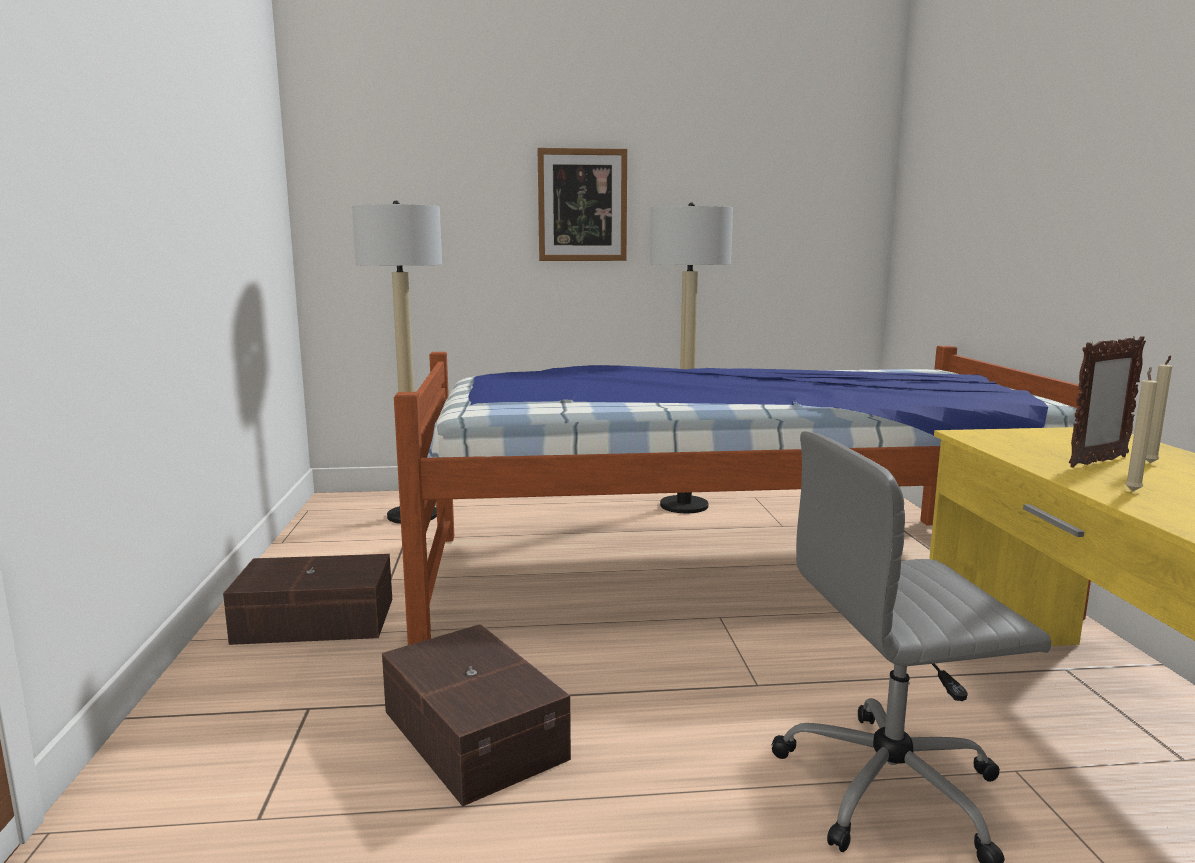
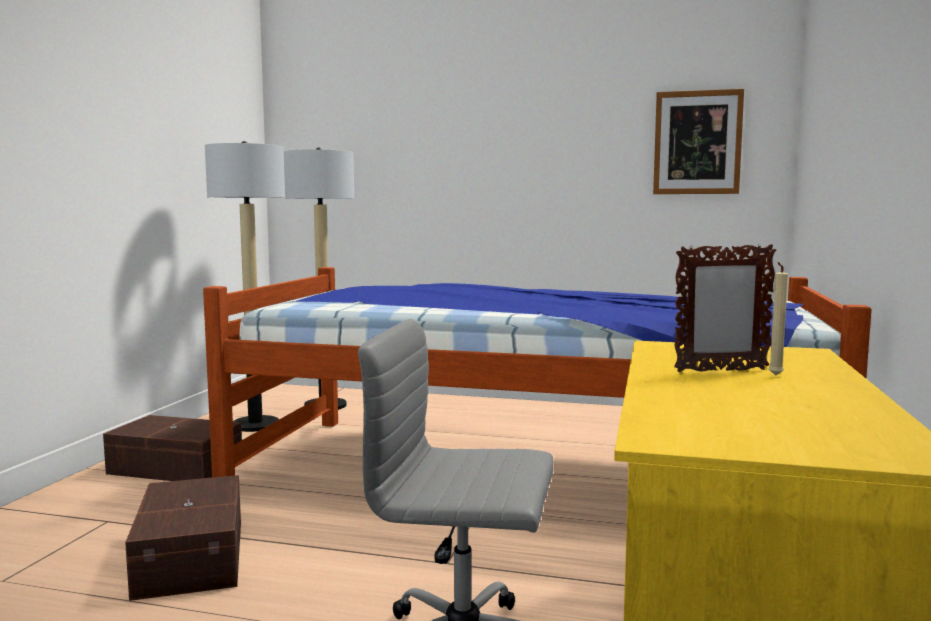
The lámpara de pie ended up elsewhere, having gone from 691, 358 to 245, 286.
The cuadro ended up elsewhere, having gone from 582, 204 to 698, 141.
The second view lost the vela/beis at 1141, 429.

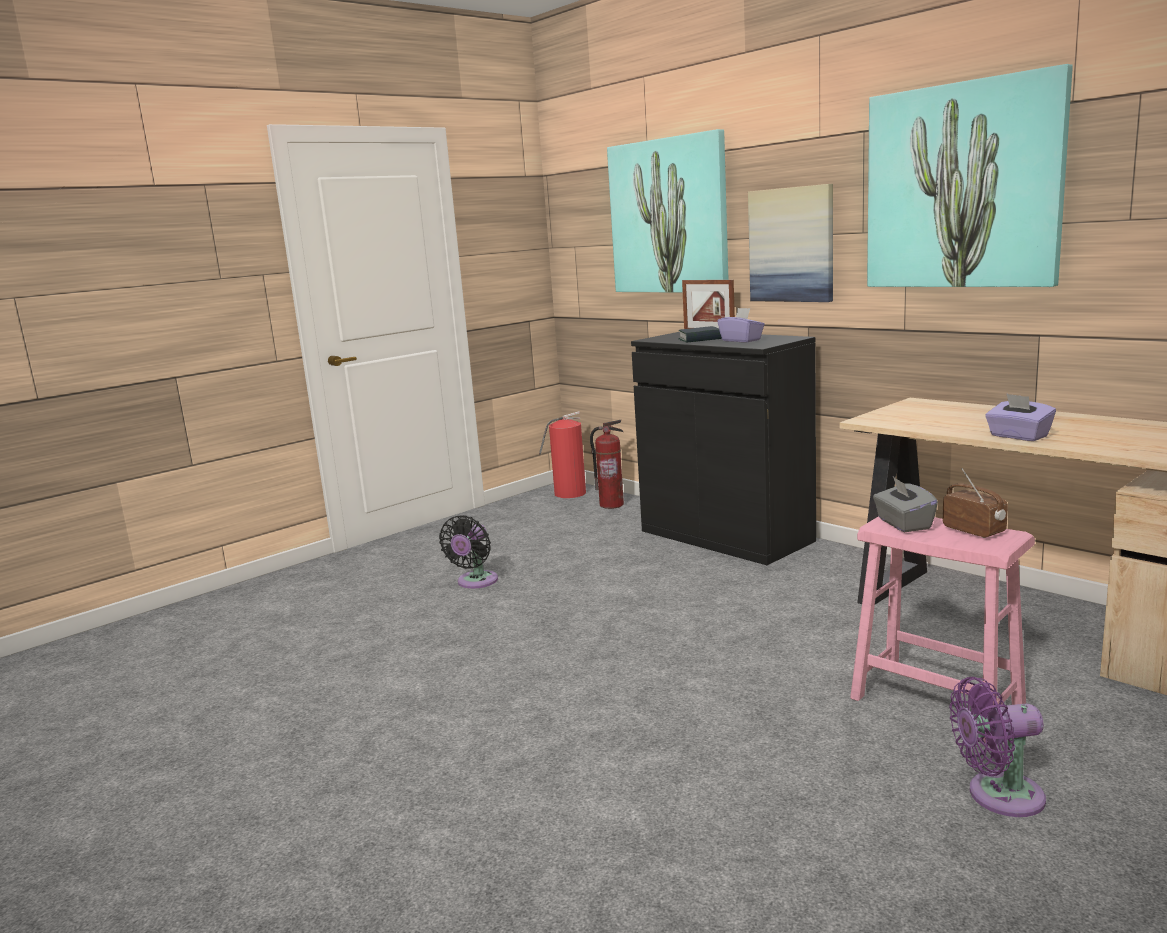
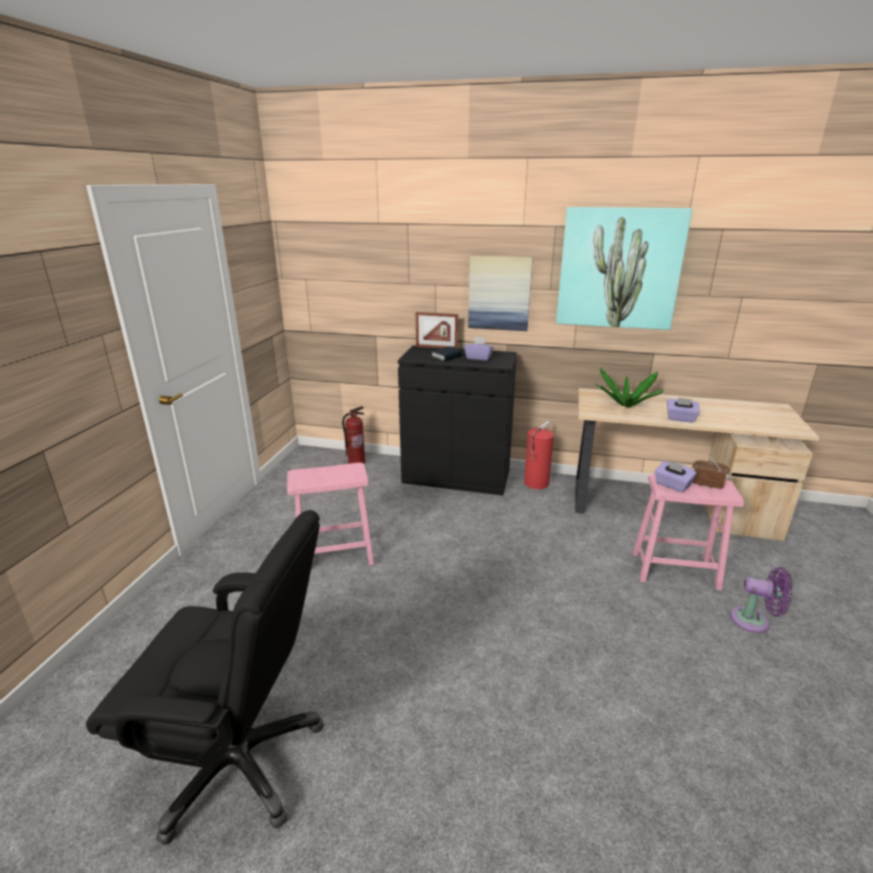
The second view gained the silla de oficina/negro at 205, 677.
Where the ventilador/negro stood at 468, 552, the taburete/rosa came to stand at 330, 514.
The extintor ended up elsewhere, having gone from 562, 454 to 539, 455.
The second view gained the planta en maceta at 630, 387.
What was the caja de pañuelos/gris at 905, 504 turned into the caja de pañuelos/morado at 675, 477.
The ventilador/morado at 997, 747 ended up facing another way, 120 degrees counterclockwise from before.
The second view lost the cuadro at 668, 211.

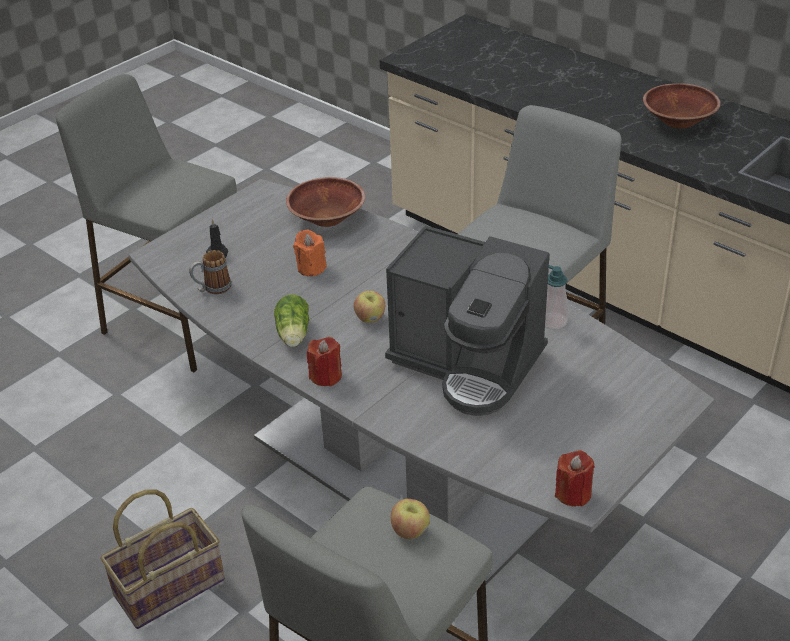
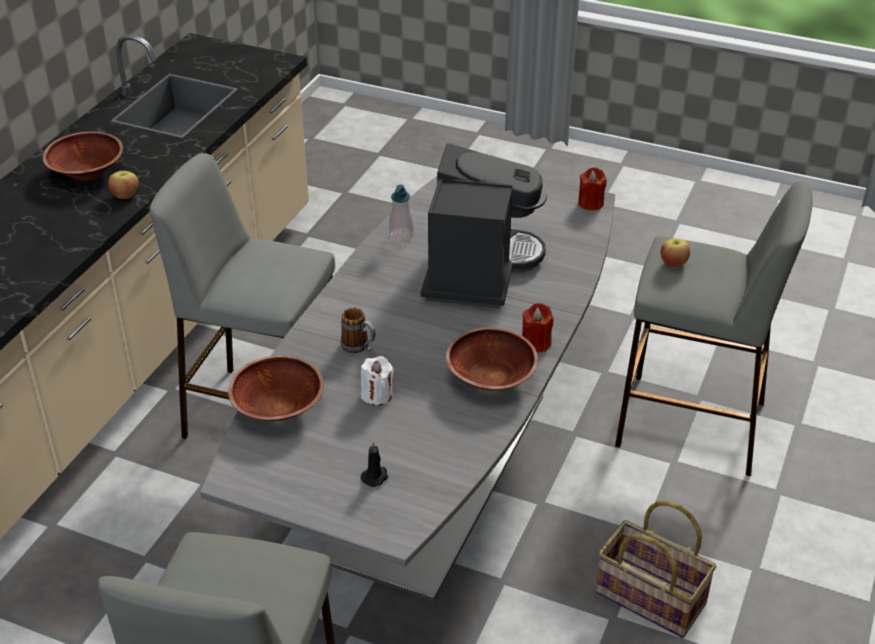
The manzana ended up elsewhere, having gone from 369, 307 to 123, 185.
The taza grande ended up elsewhere, having gone from 210, 272 to 358, 330.
What was the vela/naranja at 310, 253 turned into the vela/blanco at 377, 380.
Where the lechuga stood at 291, 320, the cuenco/marrón came to stand at 492, 358.

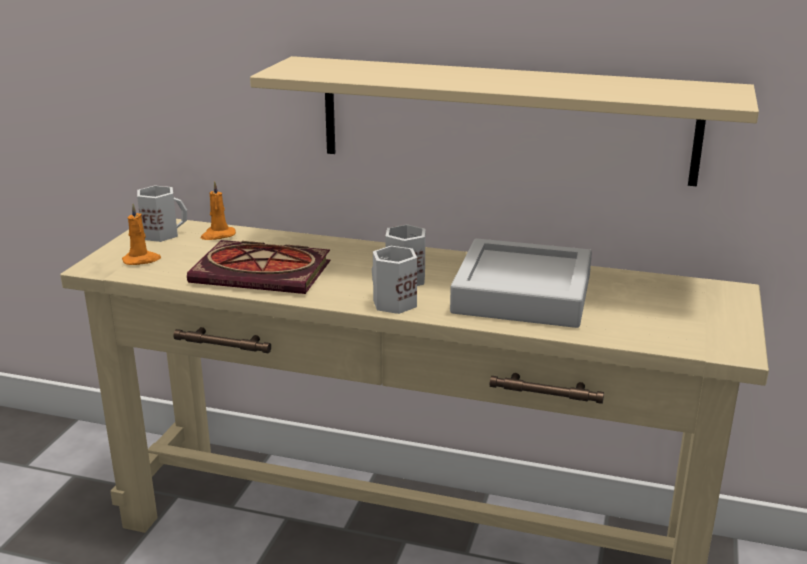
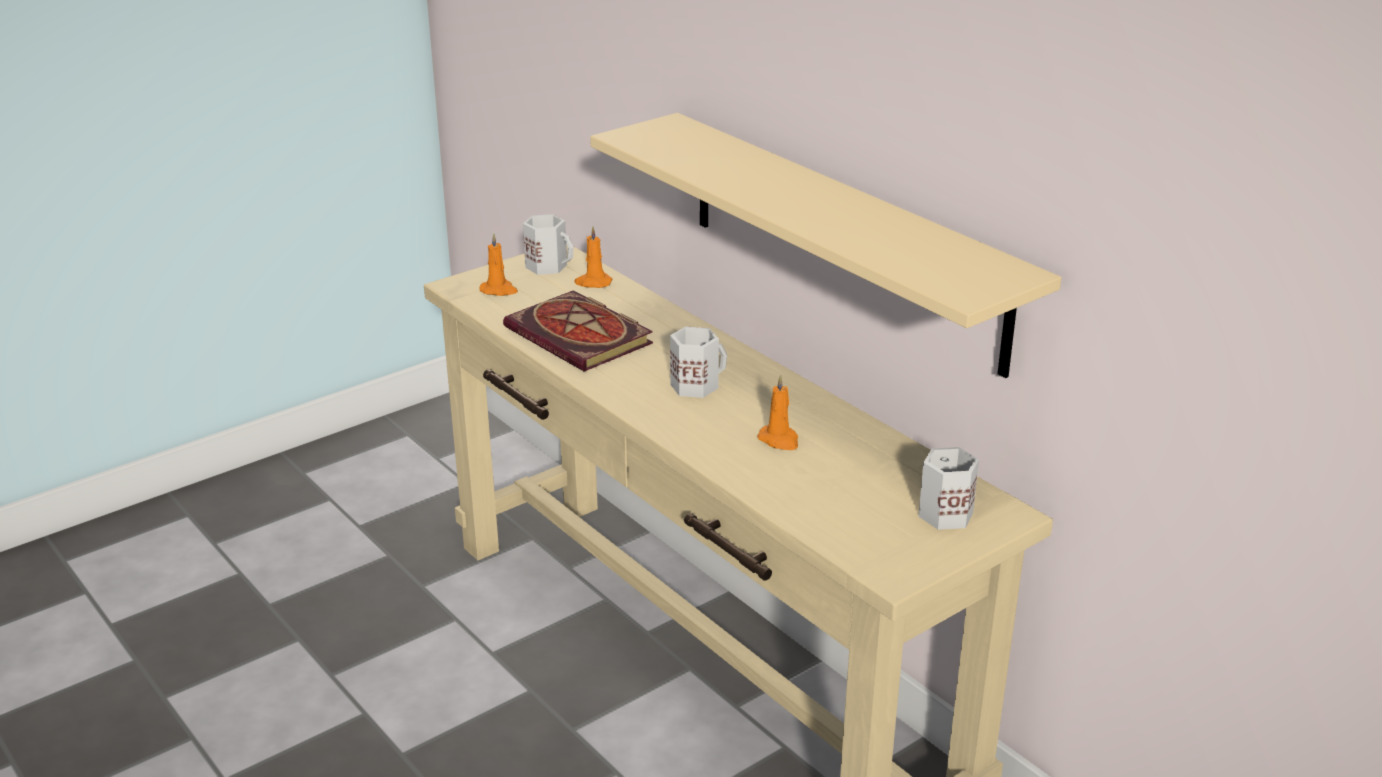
Where the bandeja/gris stood at 521, 283, the vela/naranja came to stand at 777, 412.
The taza grande/blanco ended up elsewhere, having gone from 394, 280 to 948, 488.

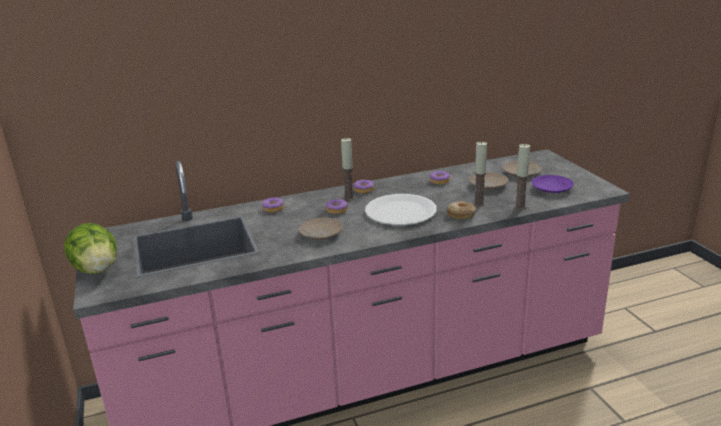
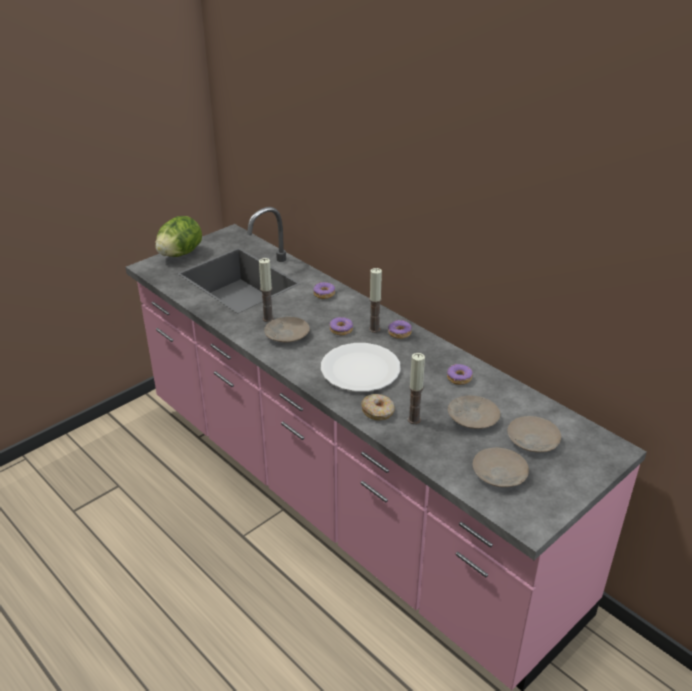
The vela ended up elsewhere, having gone from 522, 177 to 266, 290.
What was the plato/morado at 552, 184 turned into the plato/beis at 501, 467.

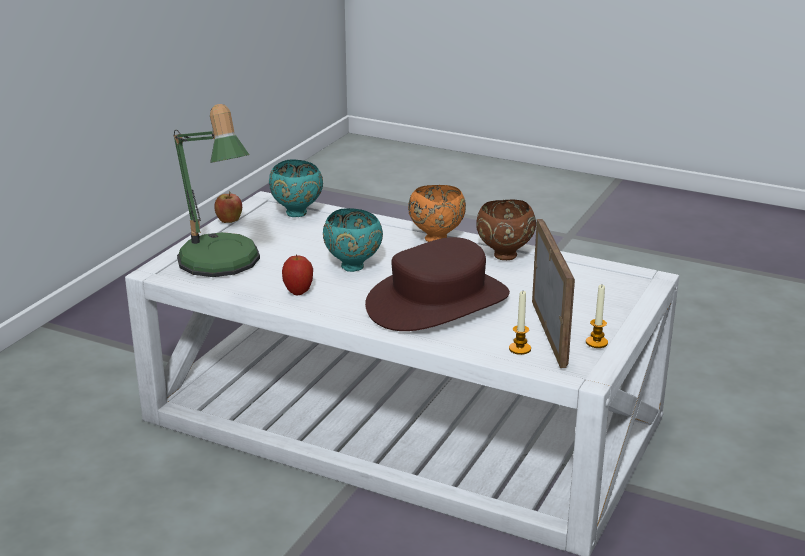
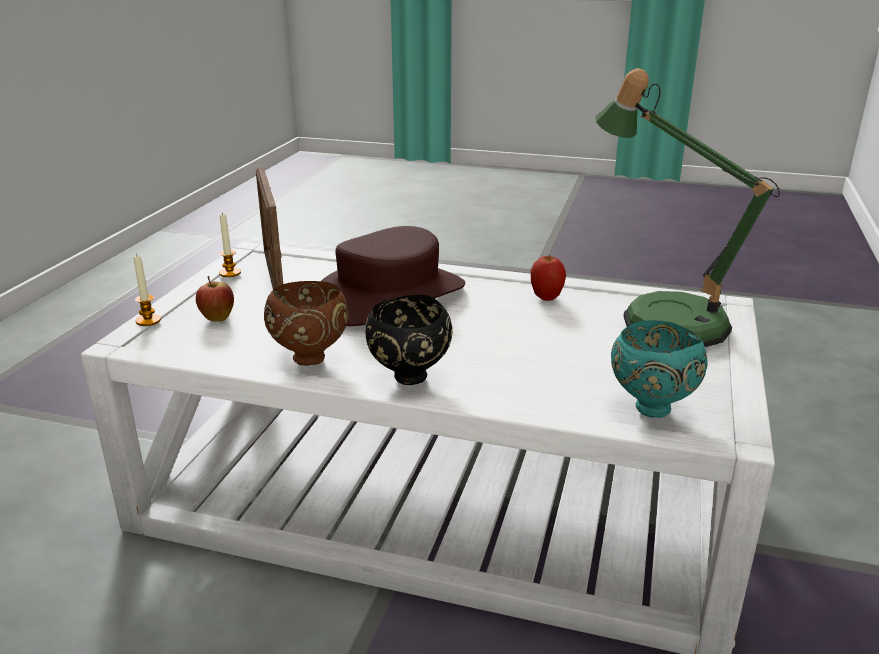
The vela ended up elsewhere, having gone from 520, 323 to 147, 290.
The manzana ended up elsewhere, having gone from 228, 207 to 215, 299.
What was the cuenco/naranja at 437, 213 turned into the cuenco/negro at 408, 340.
The second view lost the cuenco/turquesa at 353, 240.

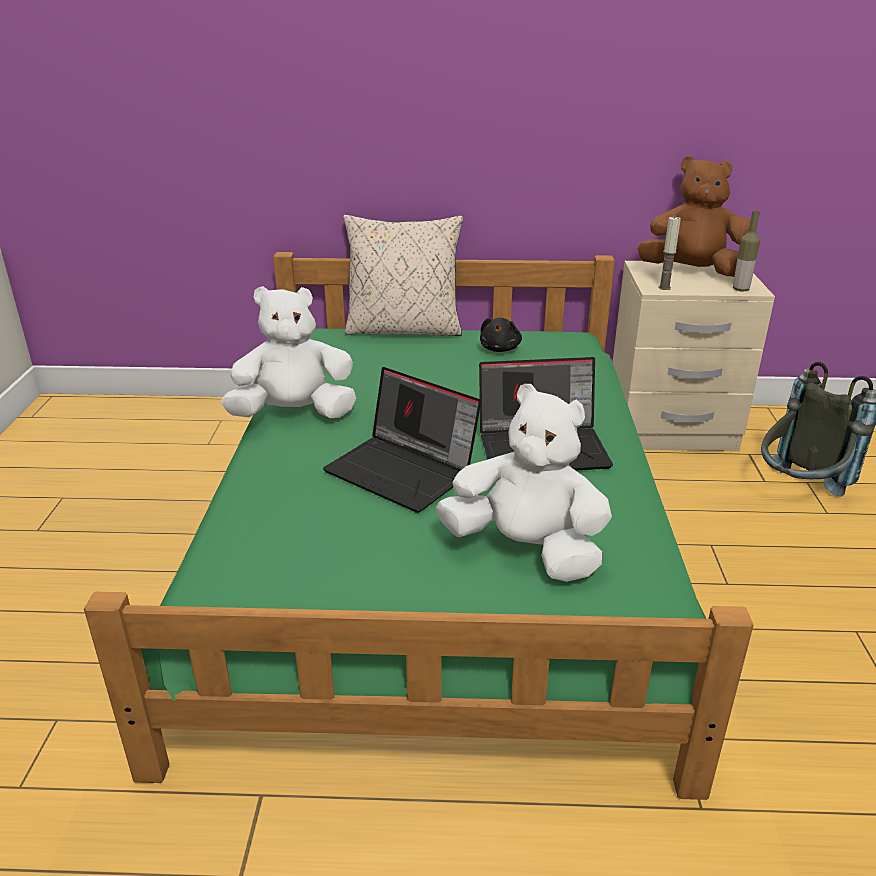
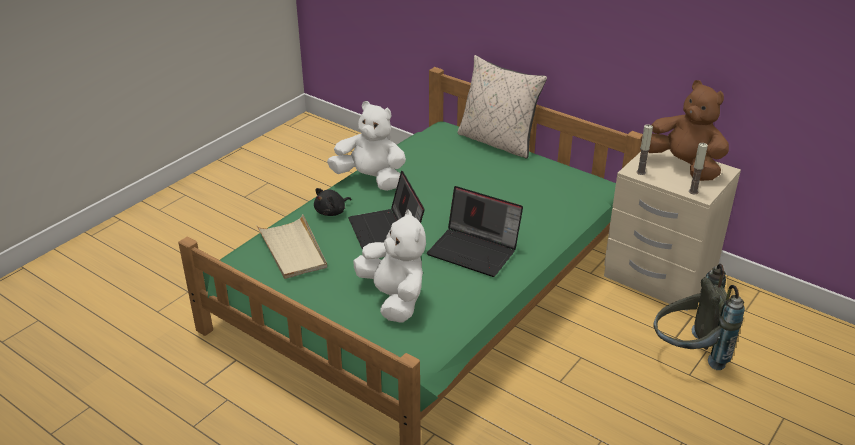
The second view gained the bandeja/beis at 291, 246.
The peluche/negro ended up elsewhere, having gone from 501, 335 to 332, 202.
Where the botella stood at 746, 251, the vela came to stand at 698, 168.

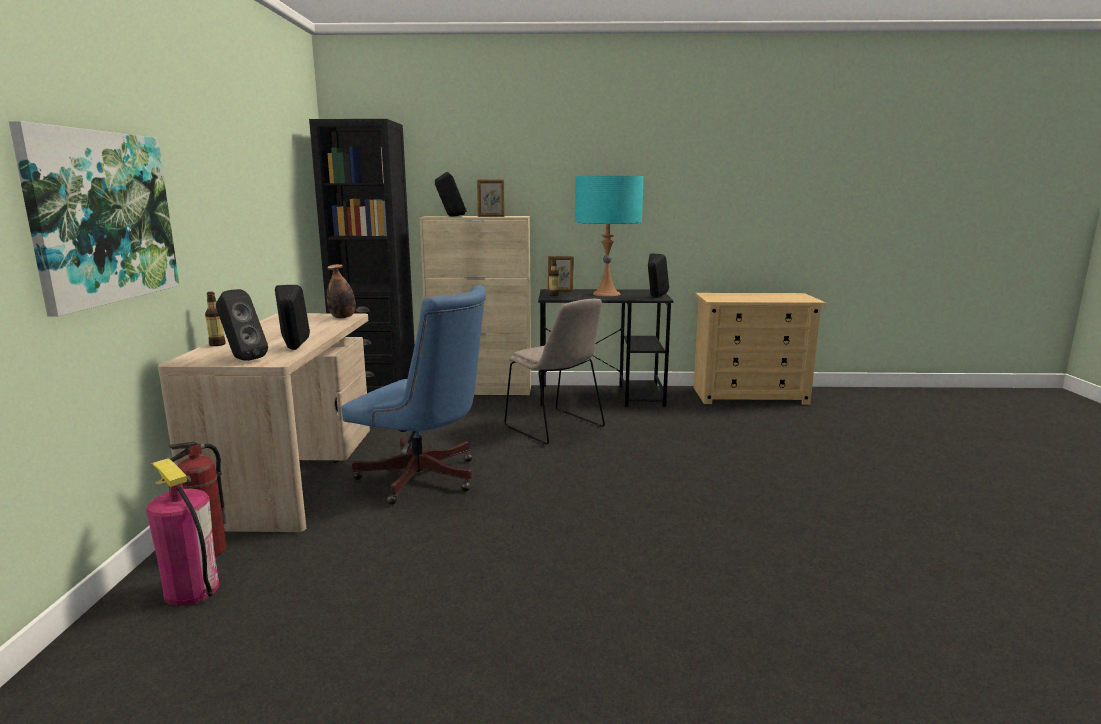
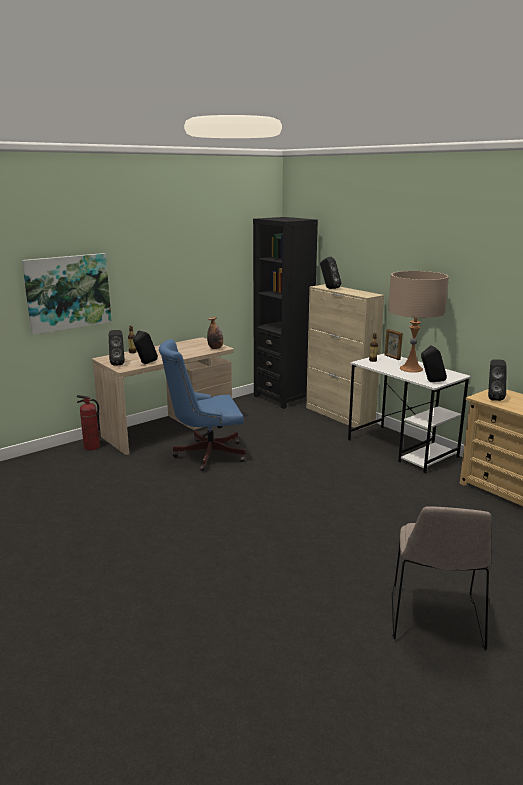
The silla de oficina/azul at 413, 395 ended up facing another way, 90 degrees clockwise from before.
What was the escritorio/negro at 605, 348 turned into the escritorio/blanco at 409, 413.
What was the lámpara de mesa/turquesa at 609, 236 turned into the lámpara de mesa/beis at 418, 322.
The silla/beis ended up elsewhere, having gone from 554, 372 to 441, 578.
The second view gained the altavoz/negro at 497, 380.
The second view lost the extintor at 182, 532.
The second view lost the portarretratos at 490, 198.

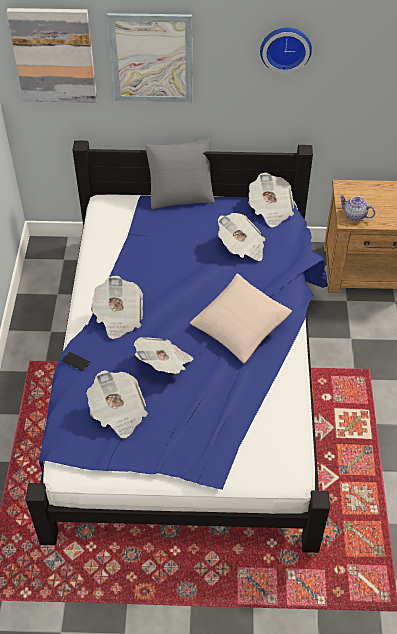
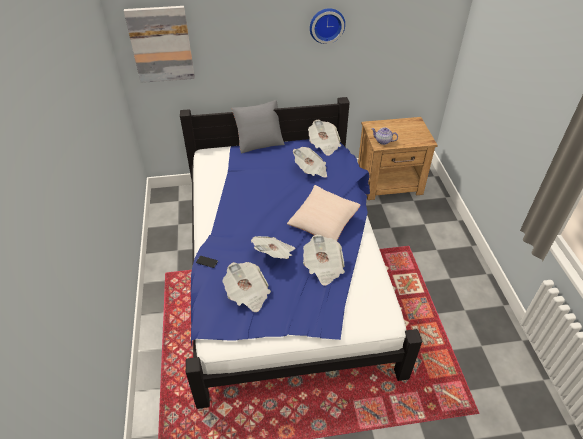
The periódico ended up elsewhere, having gone from 117, 307 to 324, 260.
The second view lost the cuadro at 150, 57.

